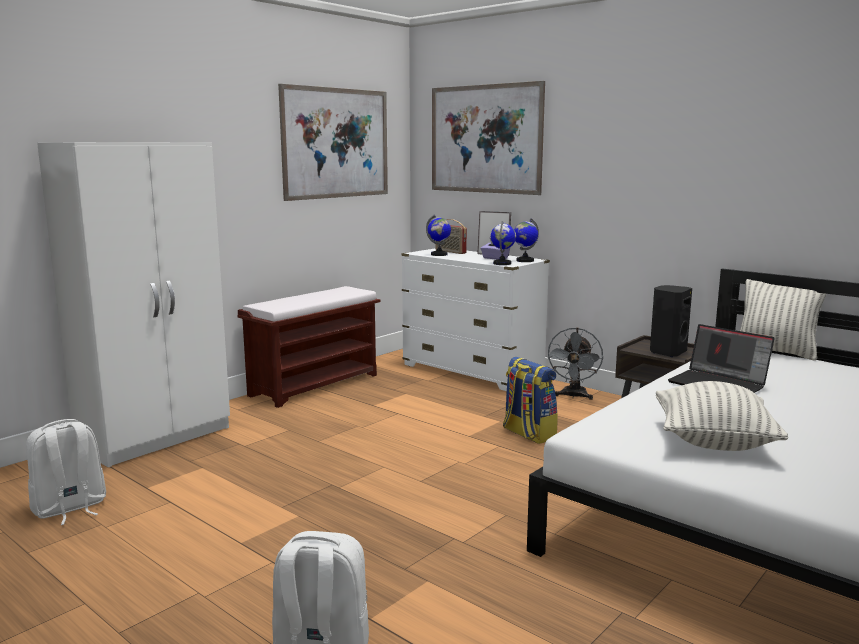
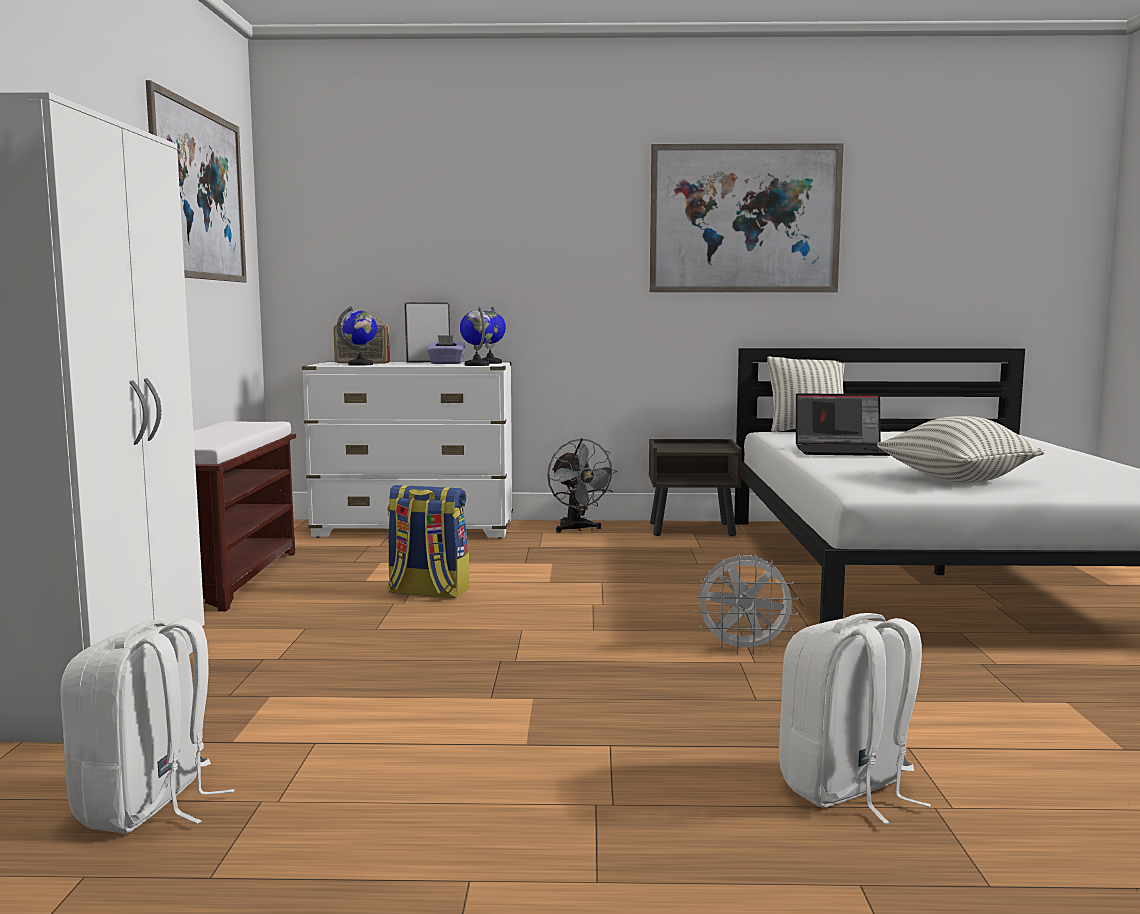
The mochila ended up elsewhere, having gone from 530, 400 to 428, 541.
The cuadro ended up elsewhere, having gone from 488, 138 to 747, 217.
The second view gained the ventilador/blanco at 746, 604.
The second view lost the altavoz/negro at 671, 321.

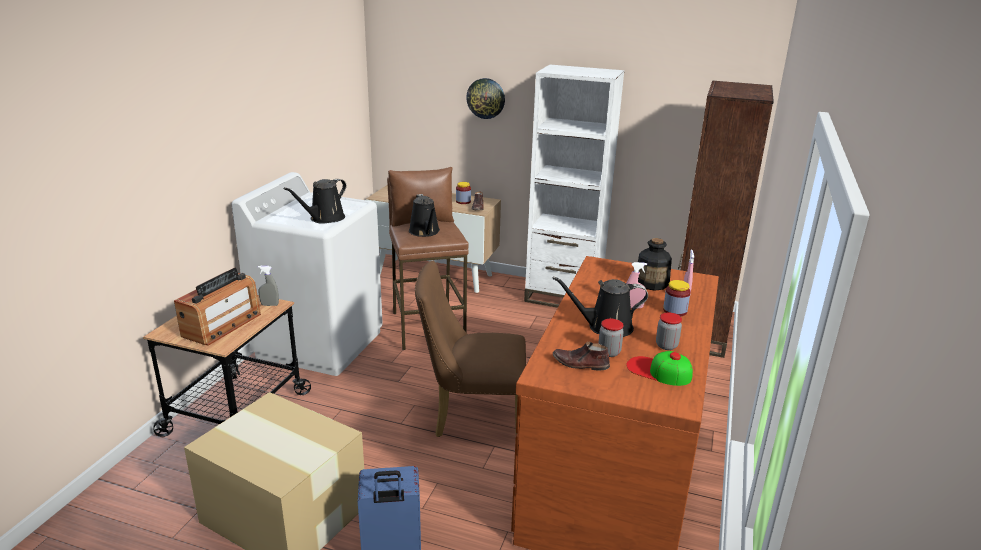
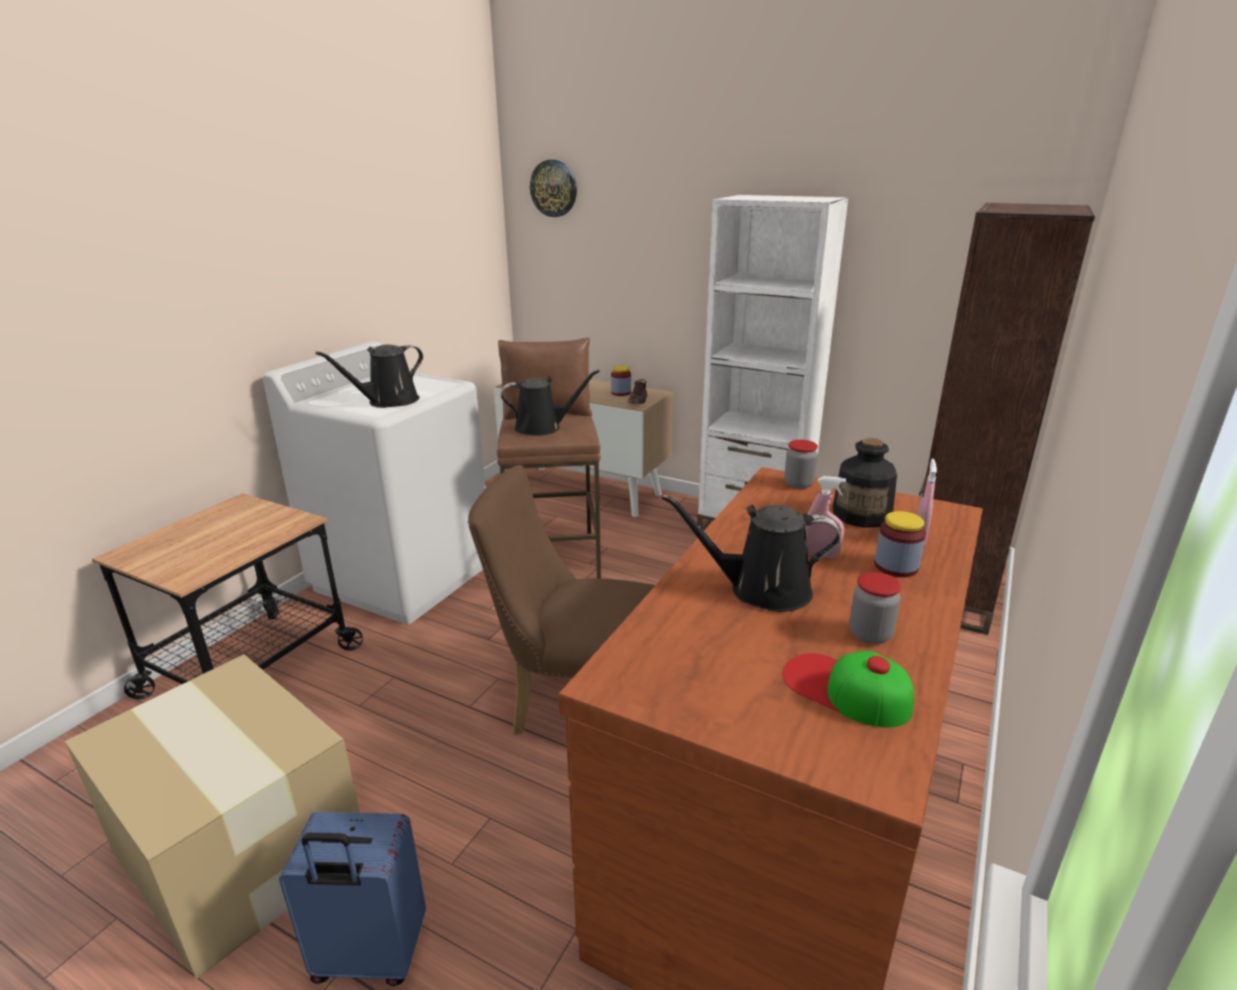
The regadera/negro at 424, 215 ended up facing another way, 90 degrees counterclockwise from before.
The reloj de pared ended up elsewhere, having gone from 485, 98 to 553, 188.
The tarro ended up elsewhere, having gone from 611, 338 to 801, 464.
The second view lost the radio at 217, 307.
The second view lost the pulverizador/gris at 268, 286.
The second view lost the zapato/marrón at 581, 356.

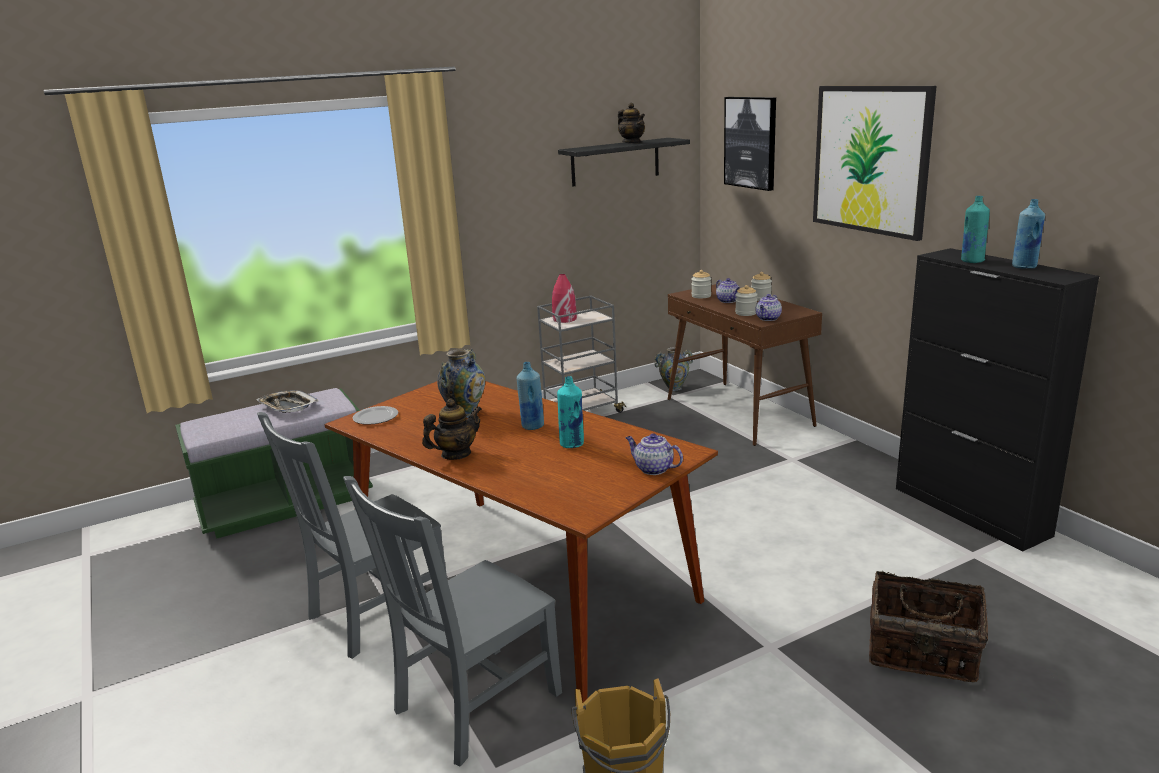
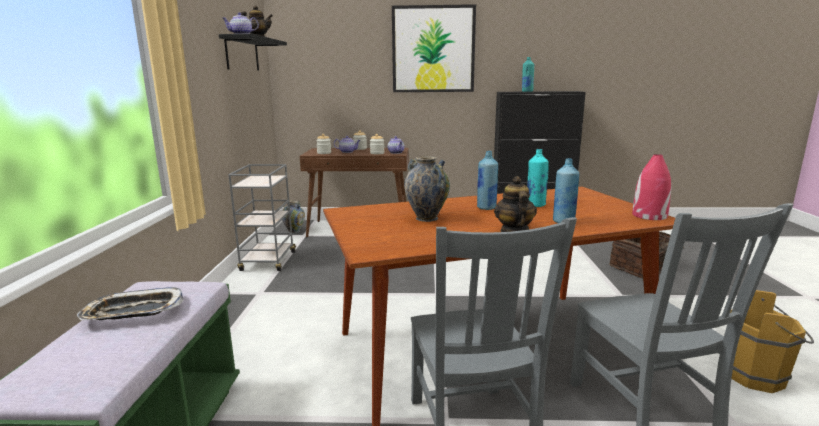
The tetera ended up elsewhere, having gone from 654, 454 to 240, 23.
The botella/azul ended up elsewhere, having gone from 1028, 233 to 566, 190.
The florero/rojo ended up elsewhere, having gone from 564, 298 to 651, 187.
The second view lost the plato at 375, 415.
The second view lost the cuadro at 750, 144.

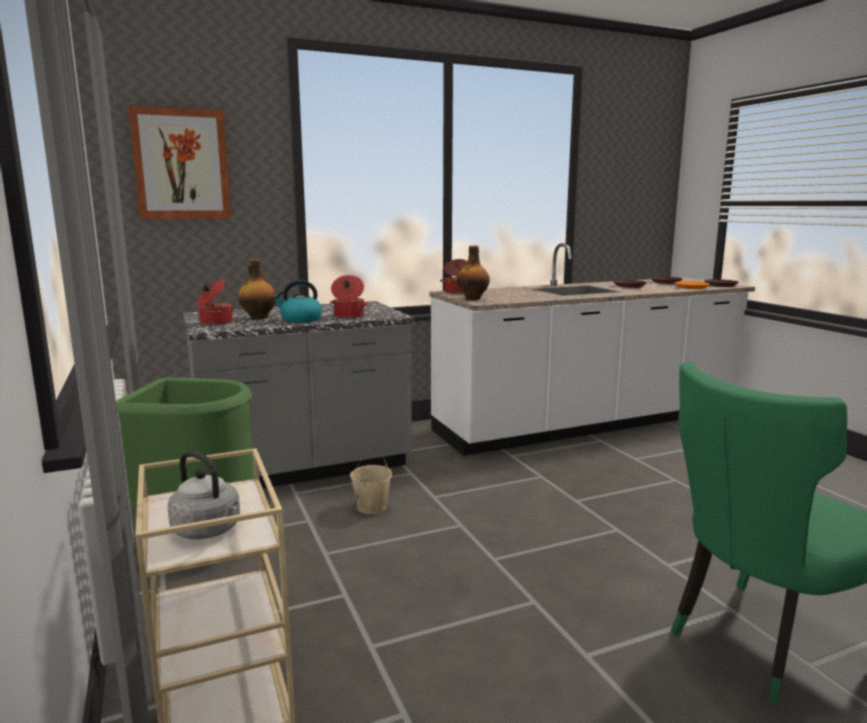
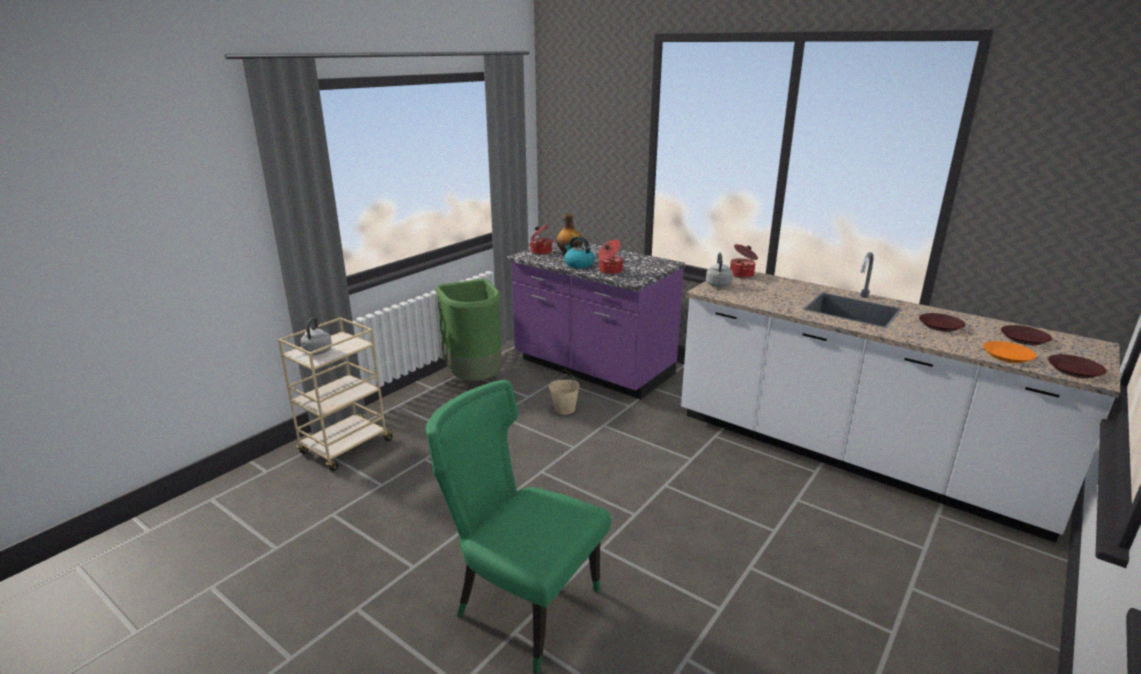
What was the mueble bajo de cocina/gris at 299, 394 turned into the mueble bajo de cocina/morado at 596, 319.
Where the botella stood at 473, 272, the hervidor/gris came to stand at 719, 270.
The second view lost the cuadro at 180, 162.

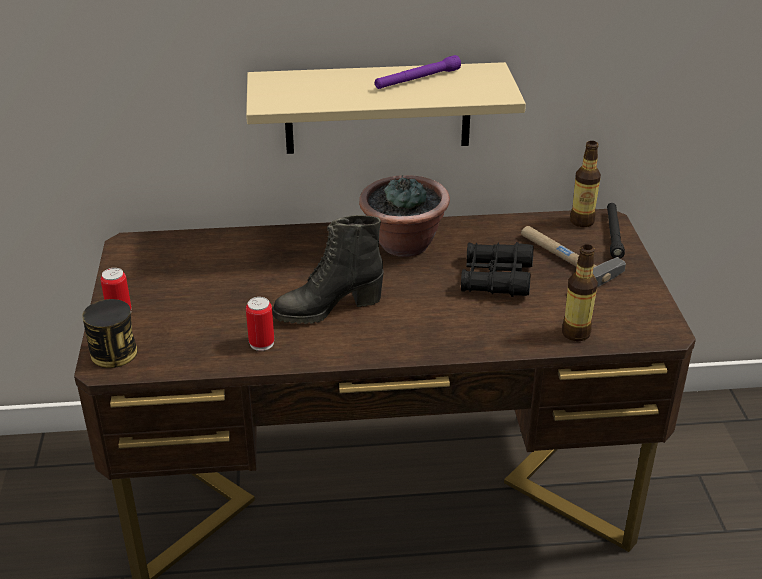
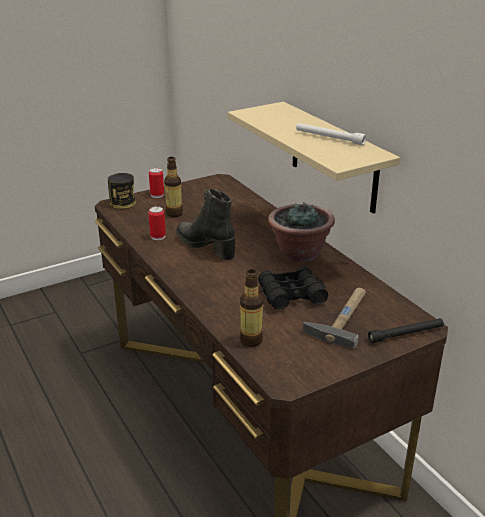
The botella ended up elsewhere, having gone from 585, 184 to 173, 187.
What was the linterna/morado at 418, 72 turned into the linterna/blanco at 331, 134.

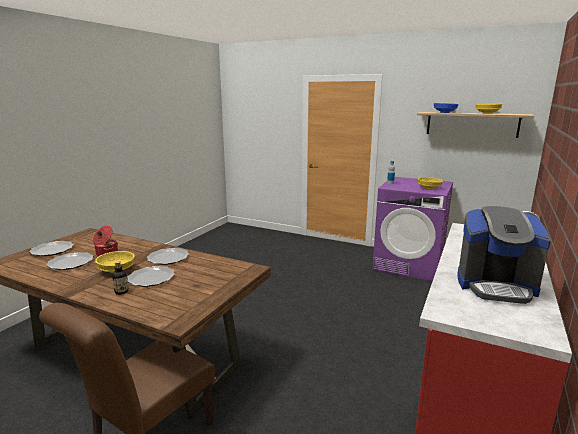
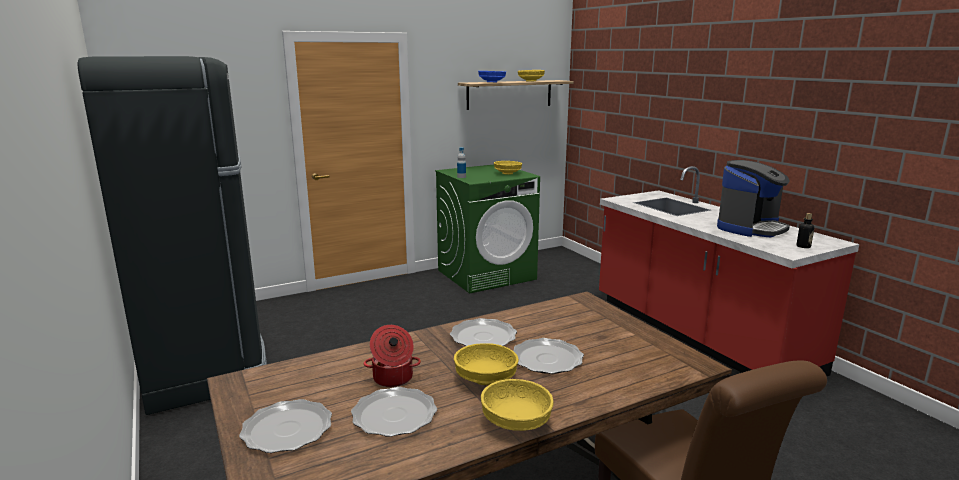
The second view gained the nevera/negro at 172, 235.
What was the lavadora/morado at 412, 229 turned into the lavadora/verde at 487, 229.
The second view gained the cuenco/amarillo at 517, 405.
The botella ended up elsewhere, having gone from 120, 278 to 805, 230.

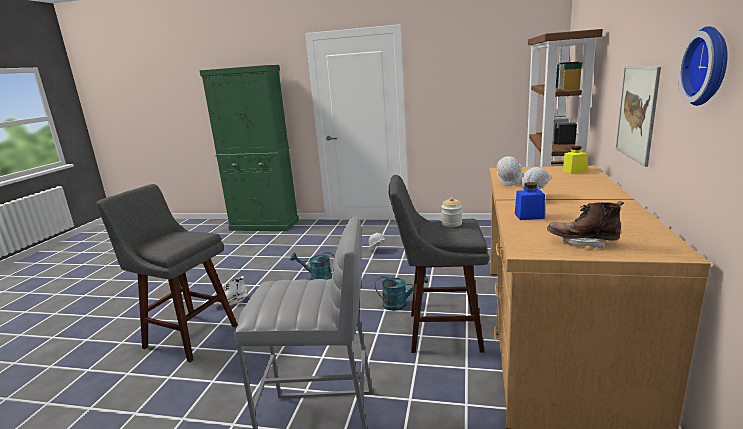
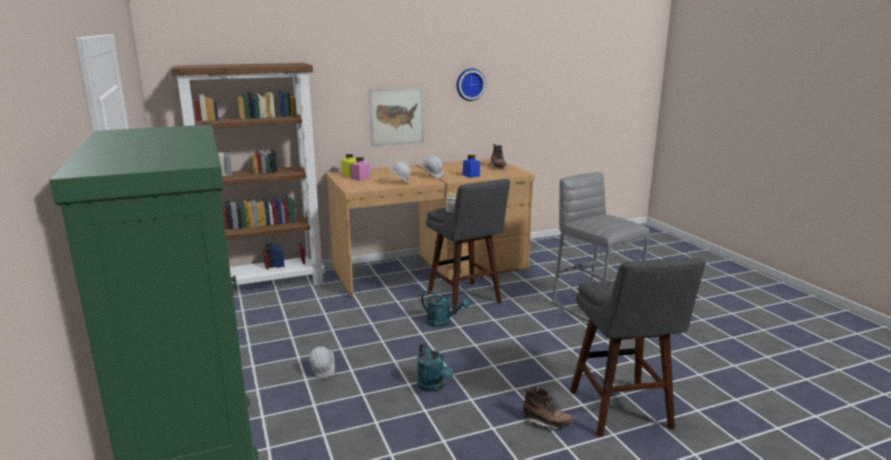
The second view gained the tarro/rosa at 360, 169.
The regadera/turquesa at 401, 293 ended up facing another way, 150 degrees clockwise from before.
What was the bota/blanco at 230, 291 turned into the bota/marrón at 548, 407.

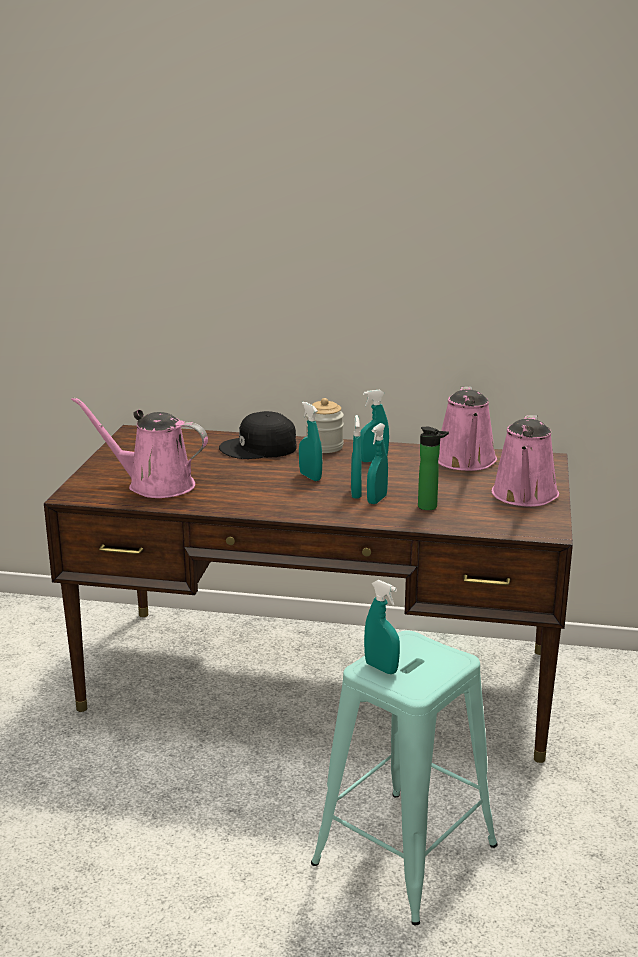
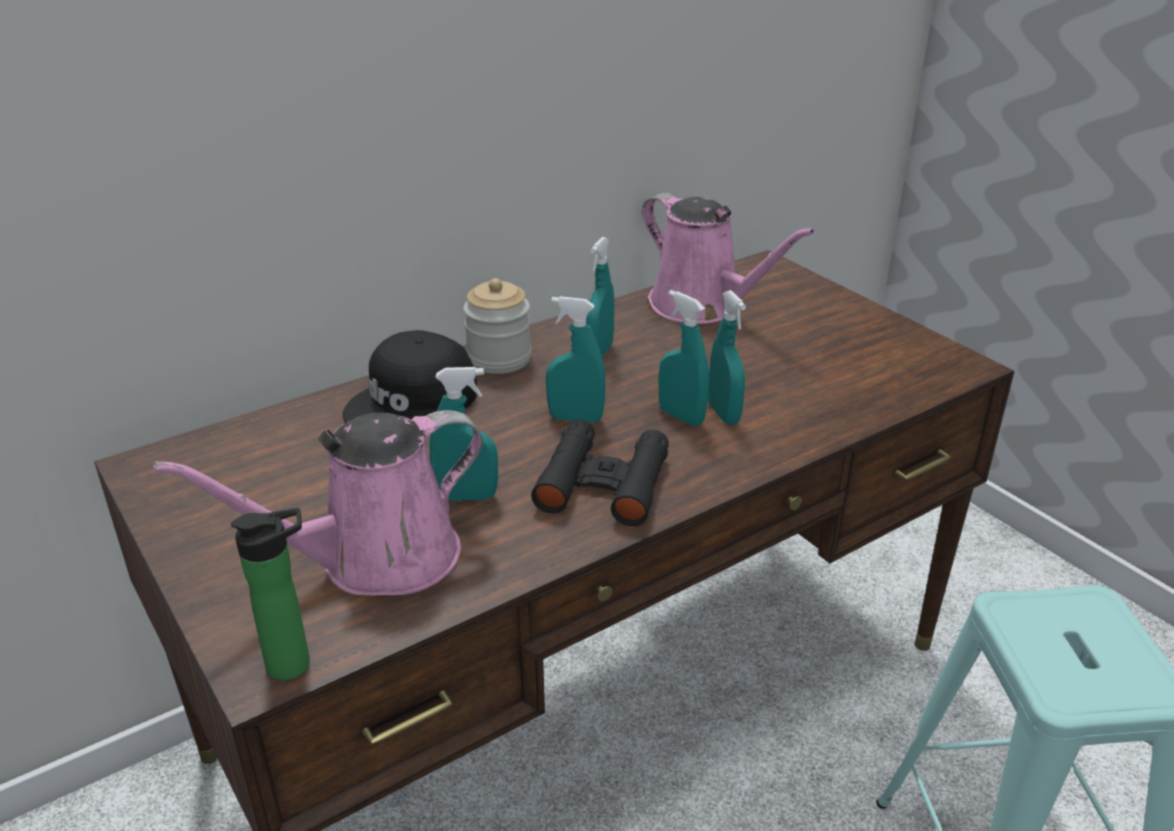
The botella ended up elsewhere, having gone from 433, 468 to 270, 594.
The pulverizador/turquesa ended up elsewhere, having gone from 382, 627 to 463, 434.
The second view gained the prismáticos/negro at 600, 472.
The second view lost the regadera/rosa at 525, 461.

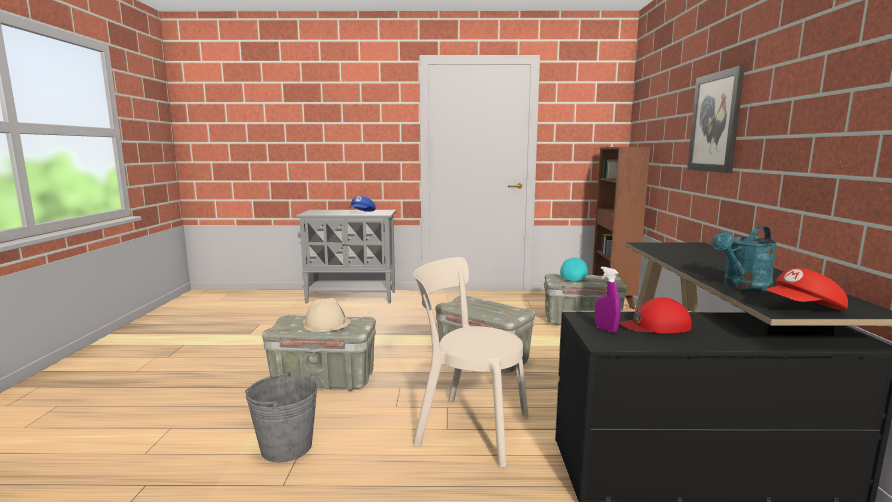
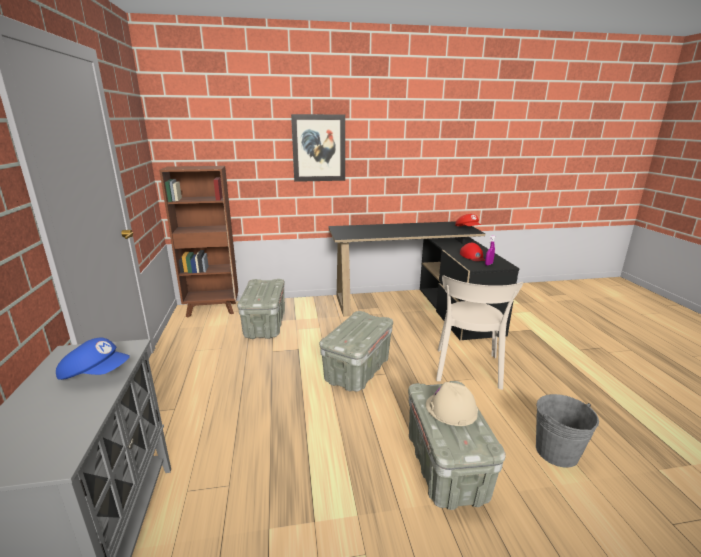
The second view lost the gorra/turquesa at 574, 269.
The second view lost the regadera/turquesa at 744, 258.

